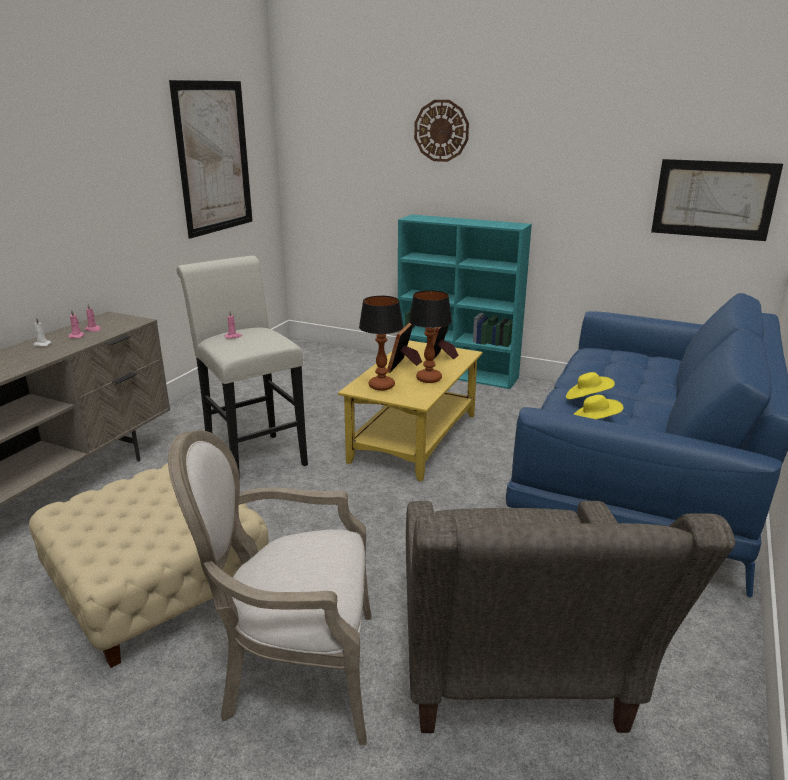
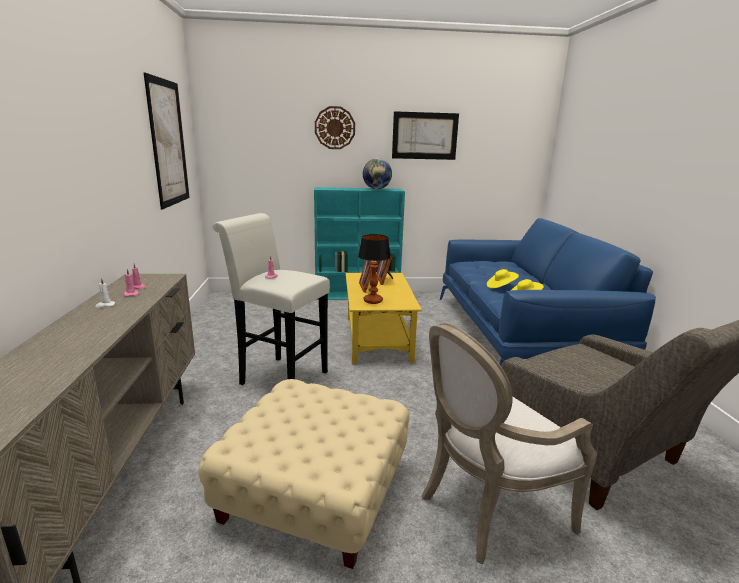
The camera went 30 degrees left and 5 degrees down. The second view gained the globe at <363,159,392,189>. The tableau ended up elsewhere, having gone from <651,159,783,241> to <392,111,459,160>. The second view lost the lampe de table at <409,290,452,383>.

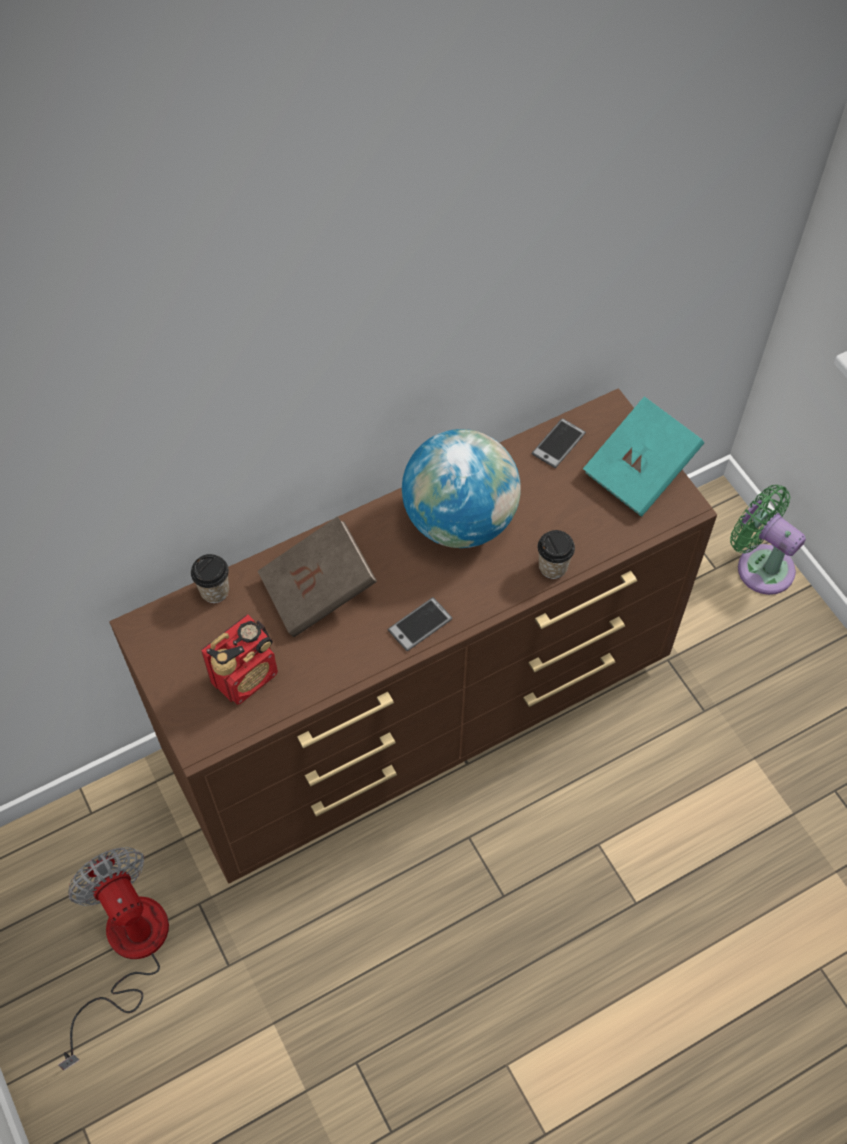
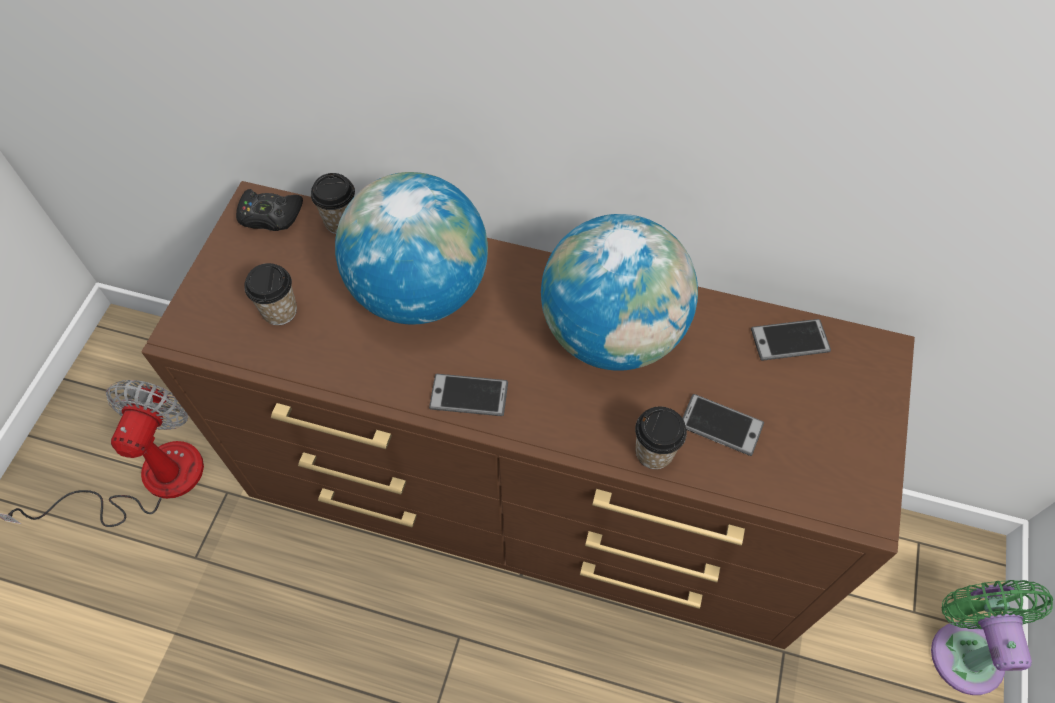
The camera went 45 degrees right and 0 degrees up. The second view gained the manette [noir] at <236,189,303,231>. Where the radio stood at <201,615,278,705>, the tasse came to stand at <245,263,297,325>. Where the livre [marron] stood at <258,516,377,637>, the globe came to stand at <335,172,488,324>. The second view gained the téléphone at <683,394,764,456>. The second view lost the livre [turquoise] at <583,396,704,517>.

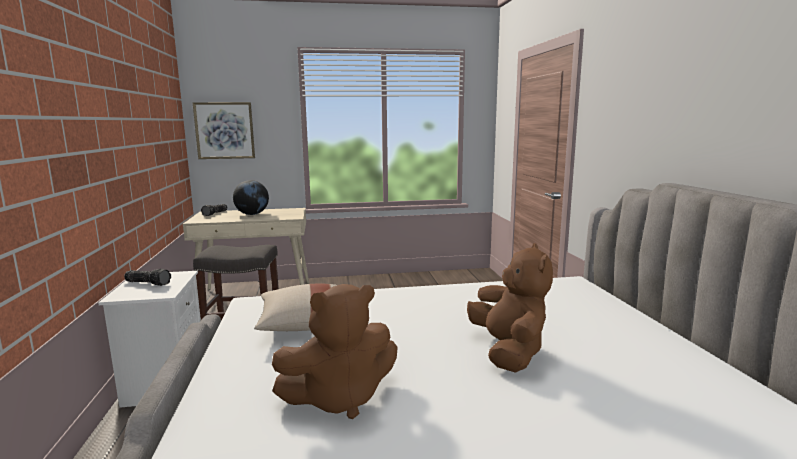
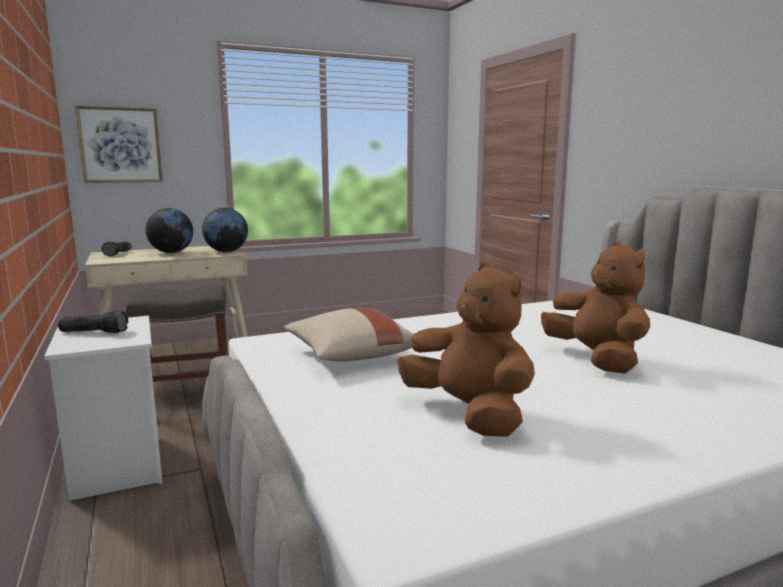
The camera went 15 degrees left and 0 degrees up. The second view gained the globe at <202,208,248,252>. The peluche [marron] at <272,284,398,419> ended up facing another way, 90 degrees counterclockwise from before.

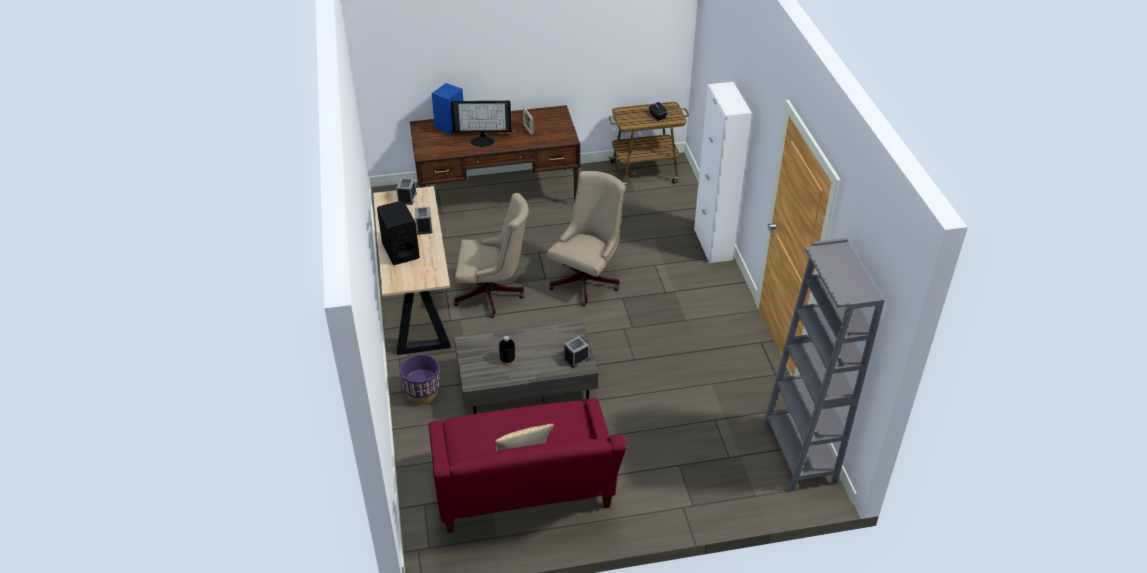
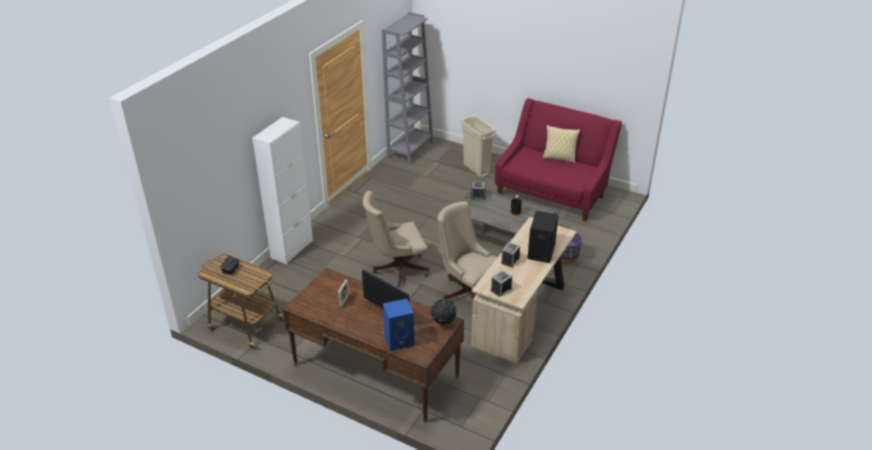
The camera went 140 degrees left and 5 degrees down. The second view gained the globe at <431,299,457,325>. The second view gained the poubelle [beige] at <460,115,496,177>.

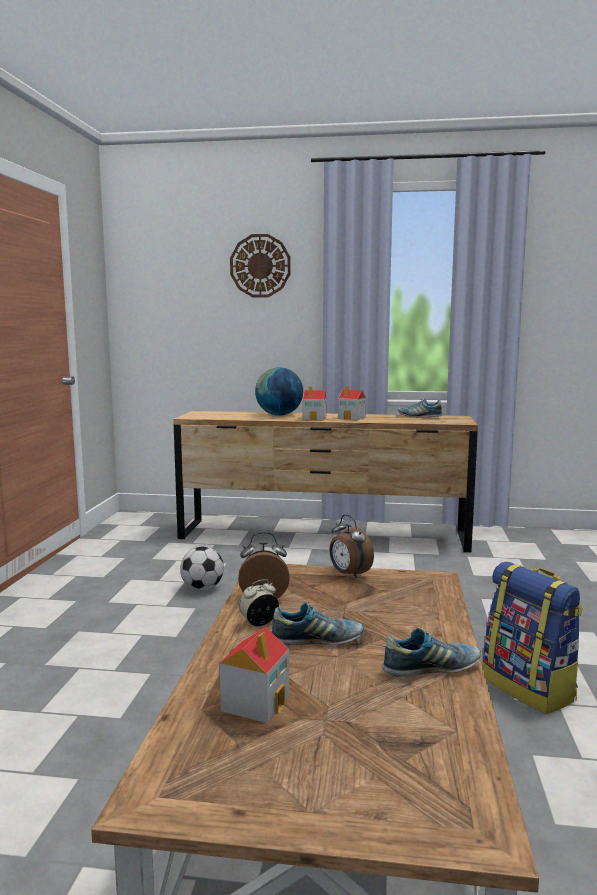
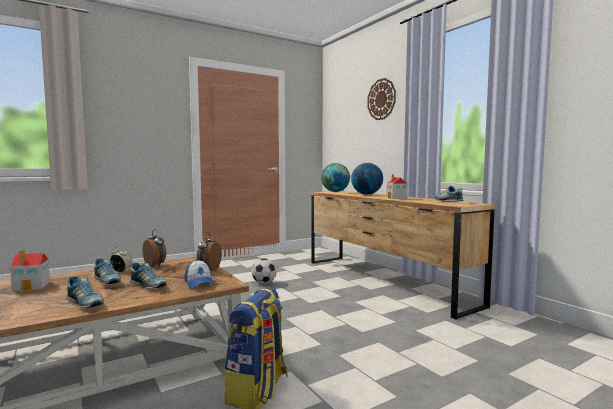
The camera went 50 degrees right and 5 degrees down. The second view gained the chaussure at <130,263,167,289>. The second view gained the casquette at <185,259,215,289>. The second view gained the globe at <321,163,350,192>. The second view lost the maison miniature at <303,386,327,421>.

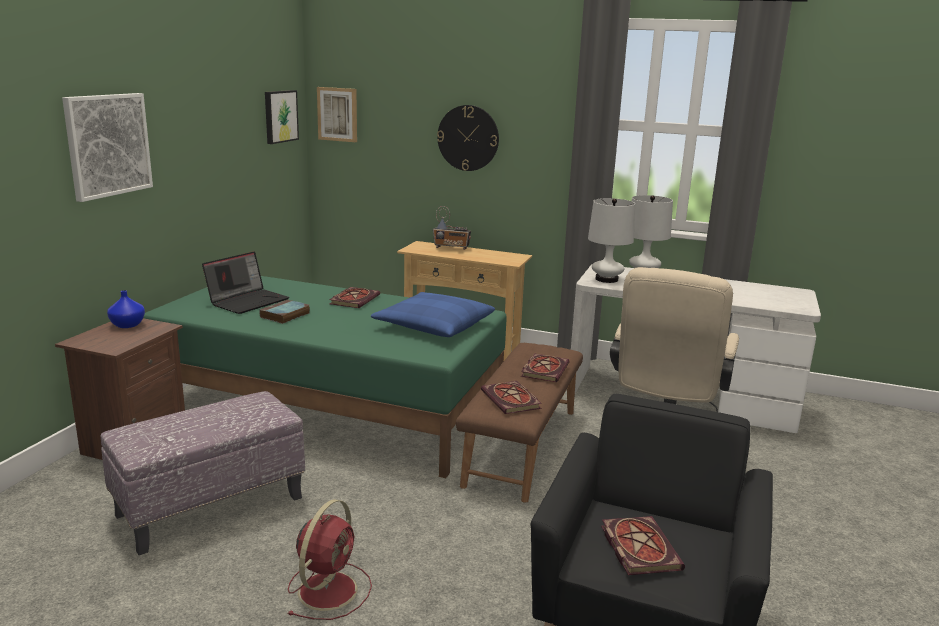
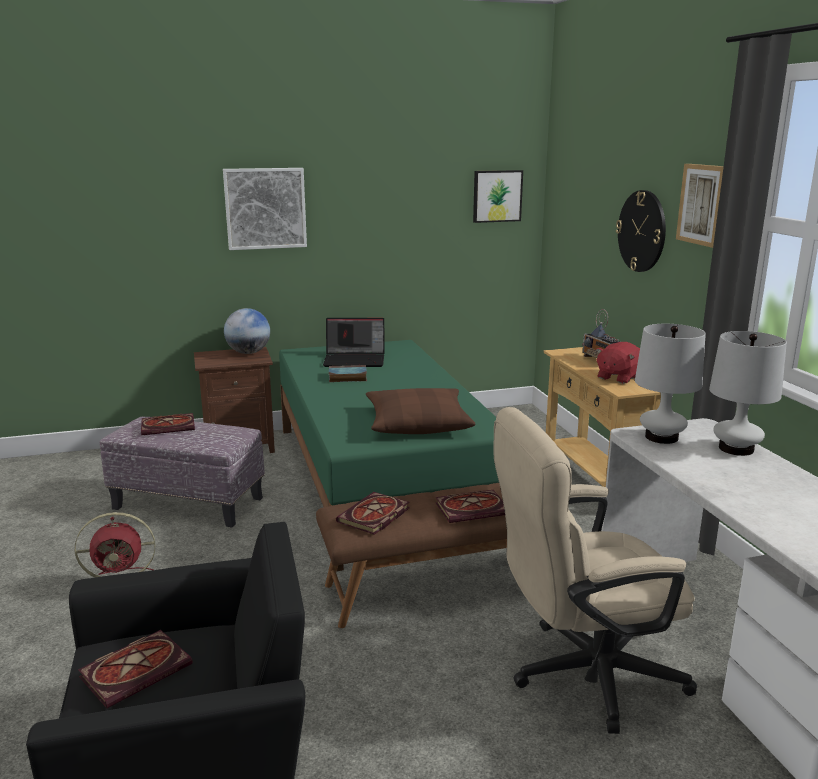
The camera went 55 degrees right and 0 degrees up. The livre ended up elsewhere, having gone from <329,287,380,308> to <141,413,195,435>. Where the vase [bleu] stood at <107,290,145,328>, the globe came to stand at <224,308,270,354>. What was the coussin [bleu] at <371,292,495,337> turned into the coussin [marron] at <366,388,476,434>. The second view gained the peluche [rouge] at <596,342,640,384>. The tableau ended up elsewhere, having gone from <317,87,357,142> to <676,164,724,248>.

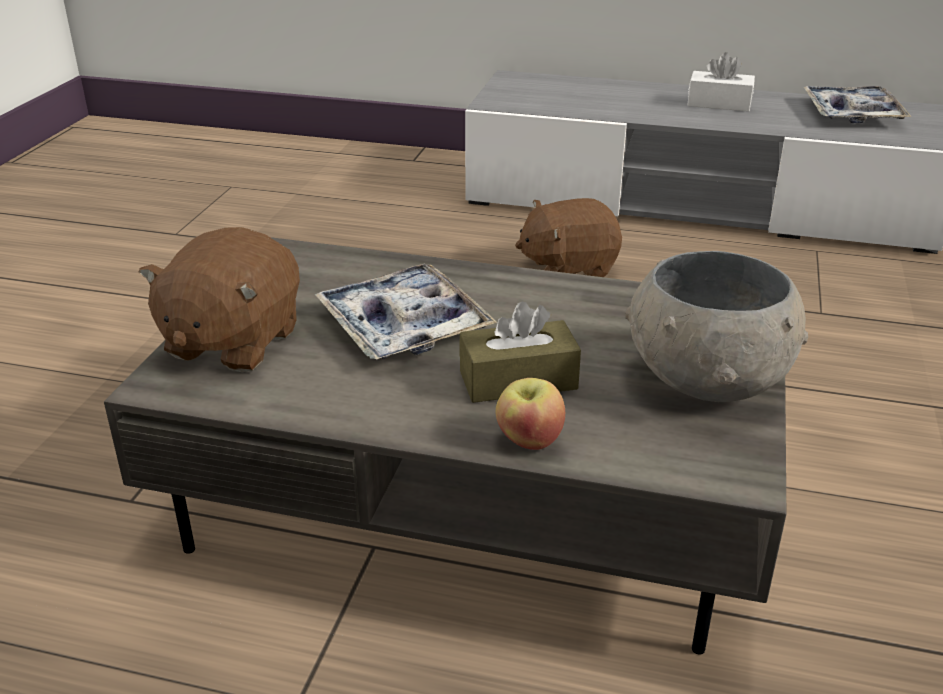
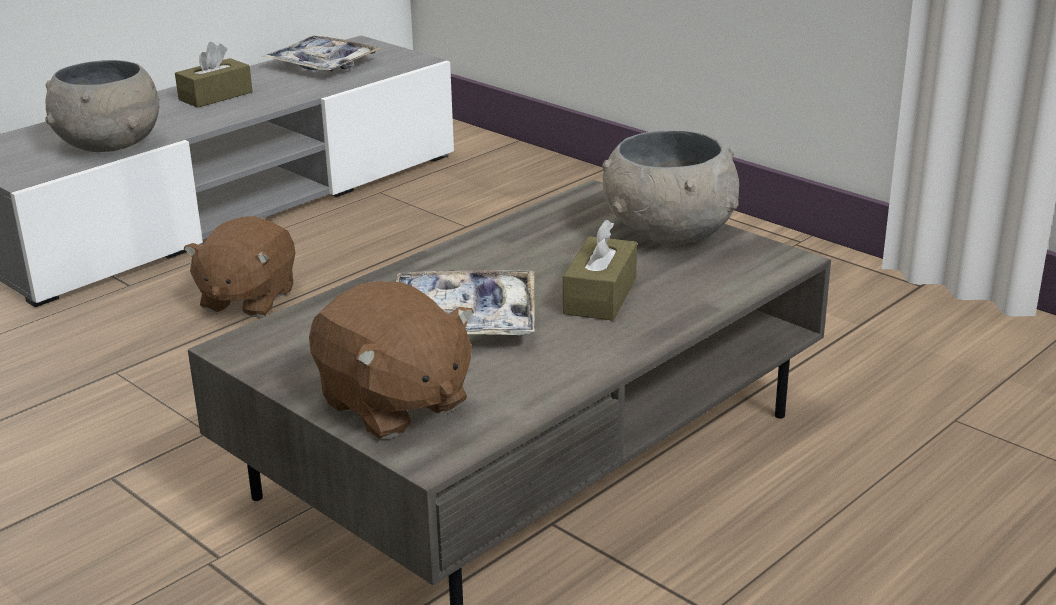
The camera went 60 degrees left and 5 degrees down. The second view gained the bol [gris] at <45,60,159,152>. What was the boîte à mouchoirs [blanc] at <687,52,755,112> turned into the boîte à mouchoirs [marron] at <175,42,253,108>. The second view lost the pomme at <496,378,565,450>.

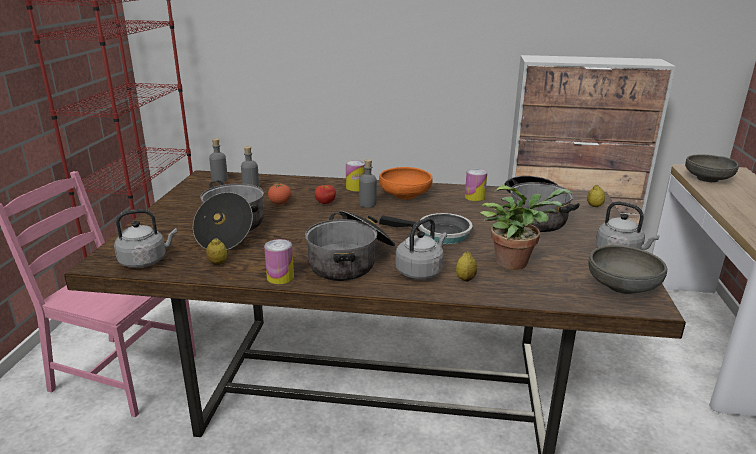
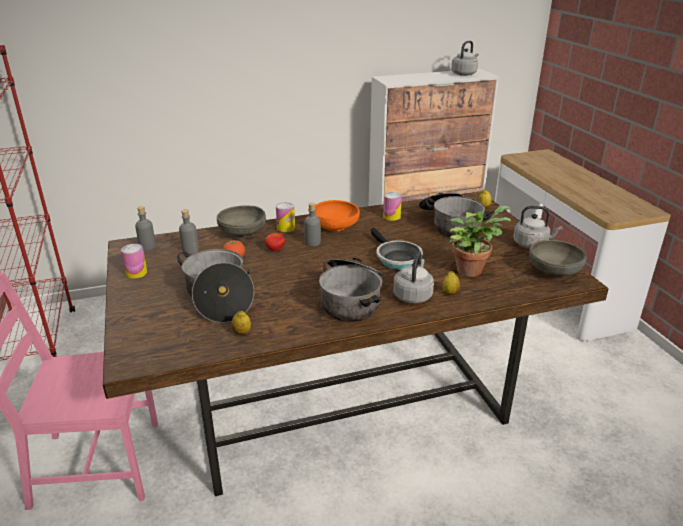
The camera went 25 degrees left and 5 degrees up. The boîte métallique ended up elsewhere, having gone from <264,239,294,284> to <121,244,147,279>. The bol [gris] ended up elsewhere, having gone from <685,154,739,182> to <217,205,266,237>. The poêle at <379,213,473,244> ended up facing another way, 75 degrees clockwise from before. The bouilloire [gris] ended up elsewhere, having gone from <114,209,177,268> to <451,41,479,76>.

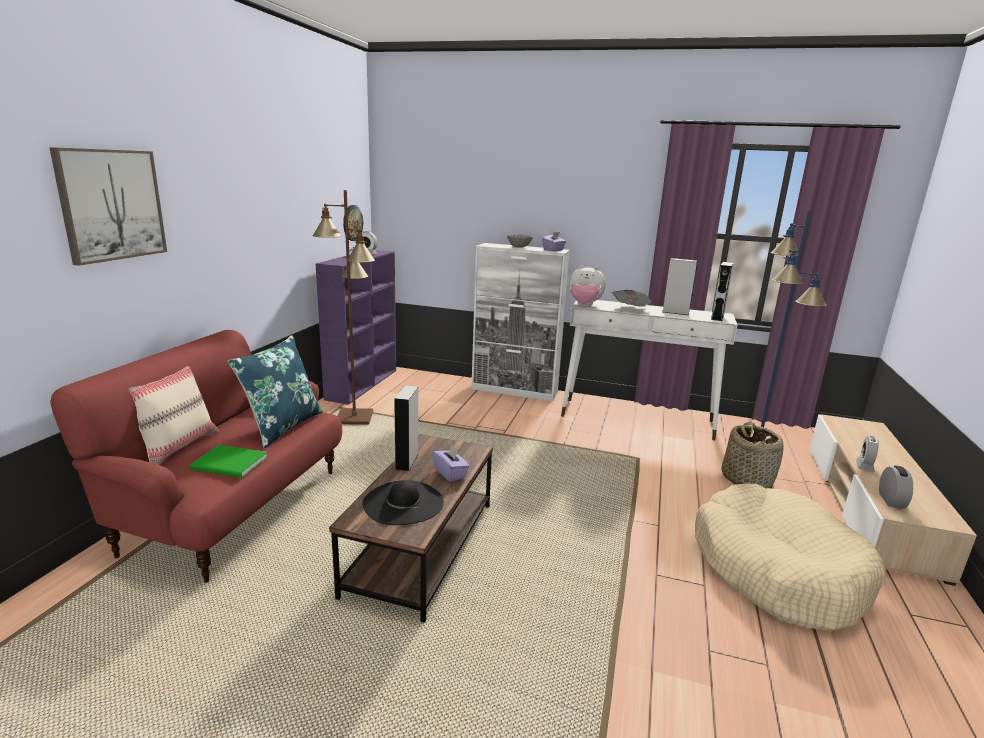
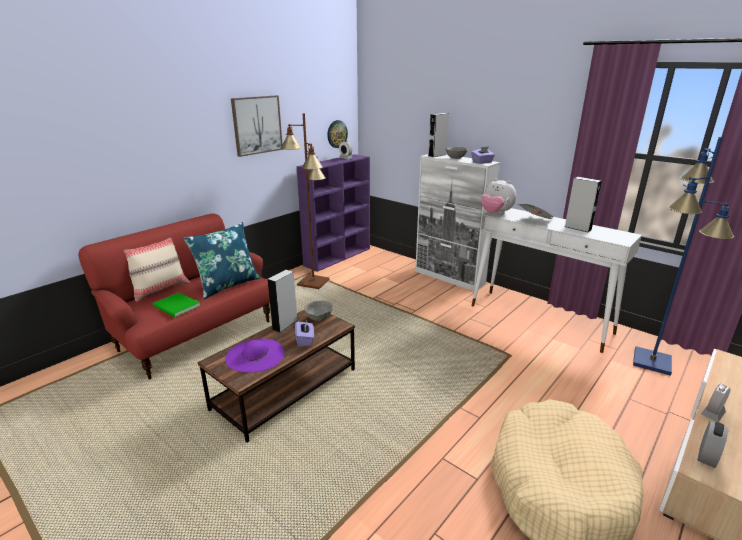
The camera went 25 degrees right and 5 degrees up. What was the chapeau [noir] at <363,480,444,525> turned into the chapeau [violet] at <225,338,285,372>. The tableau ended up elsewhere, having gone from <49,147,167,266> to <231,96,283,157>. The second view gained the bol [gris] at <304,301,333,321>. The enceinte [gris] ended up elsewhere, having gone from <711,262,733,321> to <428,113,449,157>. The second view lost the panier at <721,422,783,489>.

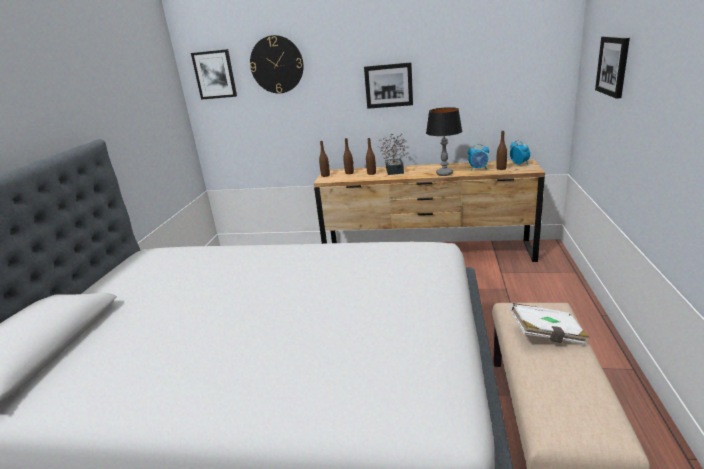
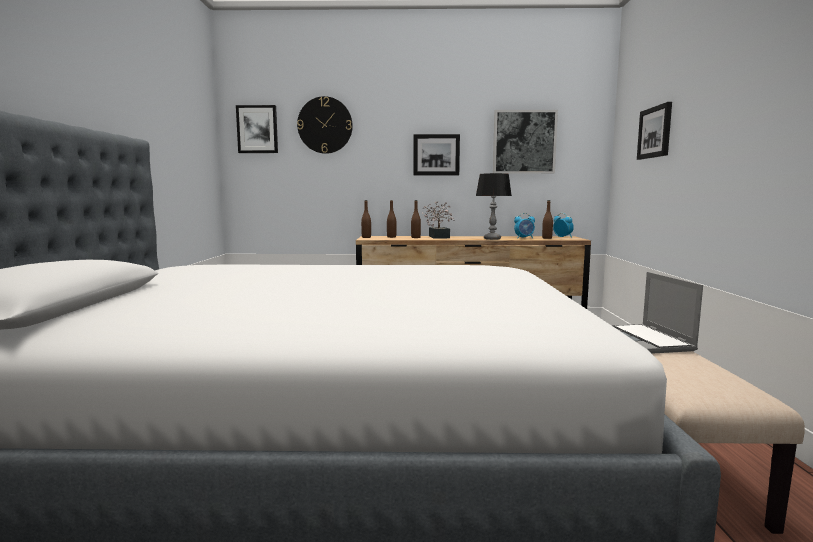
The camera went 10 degrees left and 15 degrees down. The second view gained the tableau at <493,110,558,174>. Where the livre [blanc] stood at <510,303,590,345>, the ordinateur portable came to stand at <613,272,703,354>.

